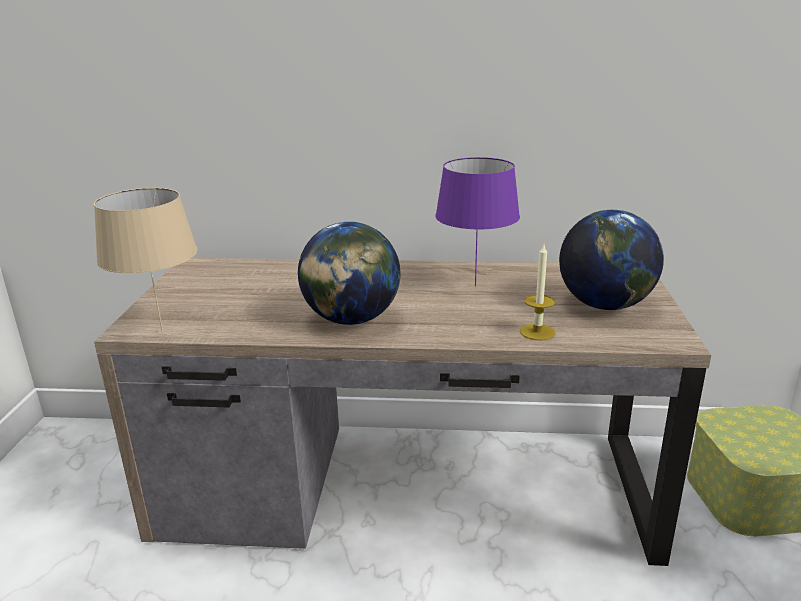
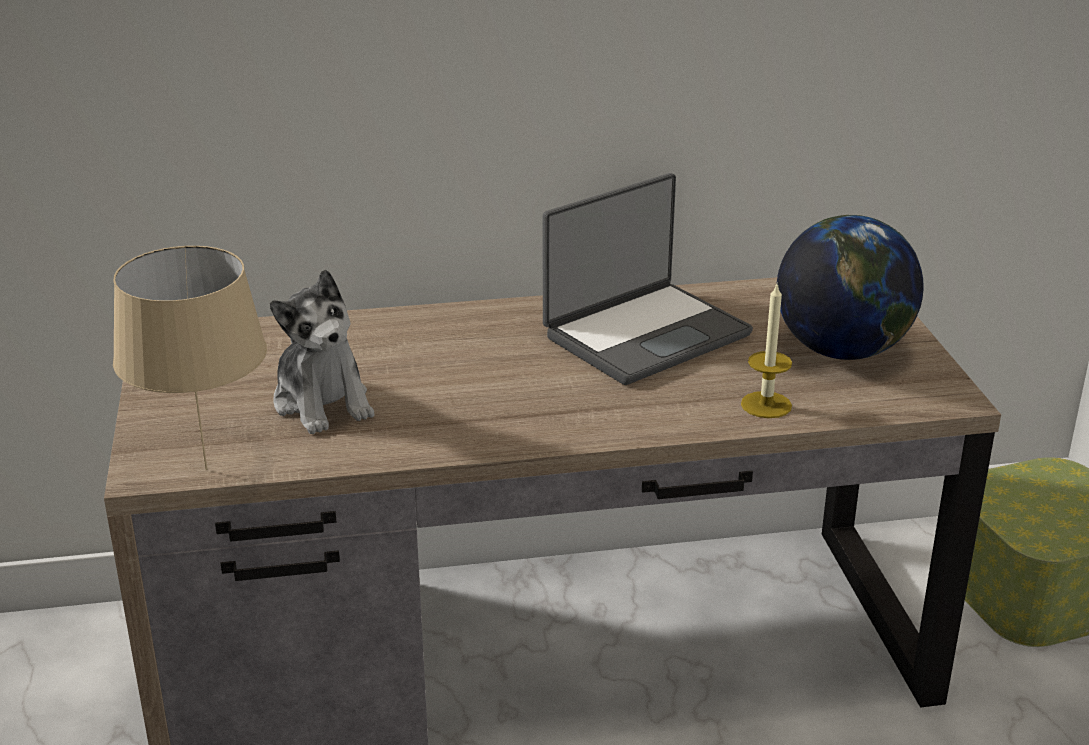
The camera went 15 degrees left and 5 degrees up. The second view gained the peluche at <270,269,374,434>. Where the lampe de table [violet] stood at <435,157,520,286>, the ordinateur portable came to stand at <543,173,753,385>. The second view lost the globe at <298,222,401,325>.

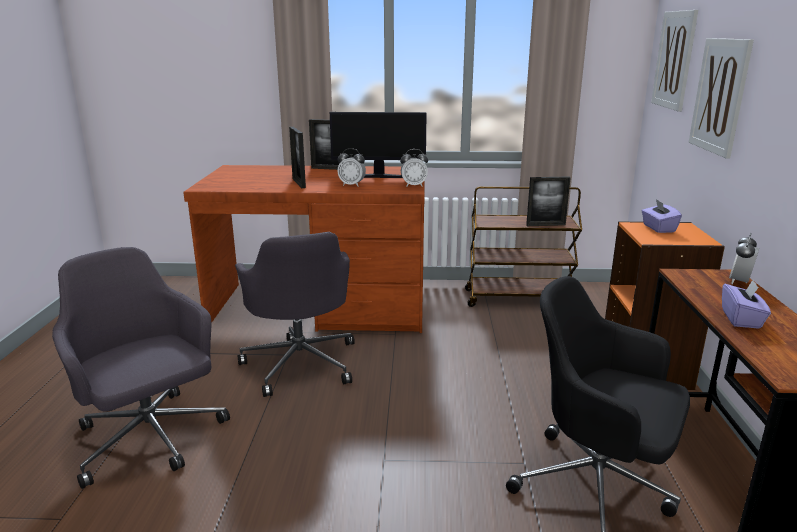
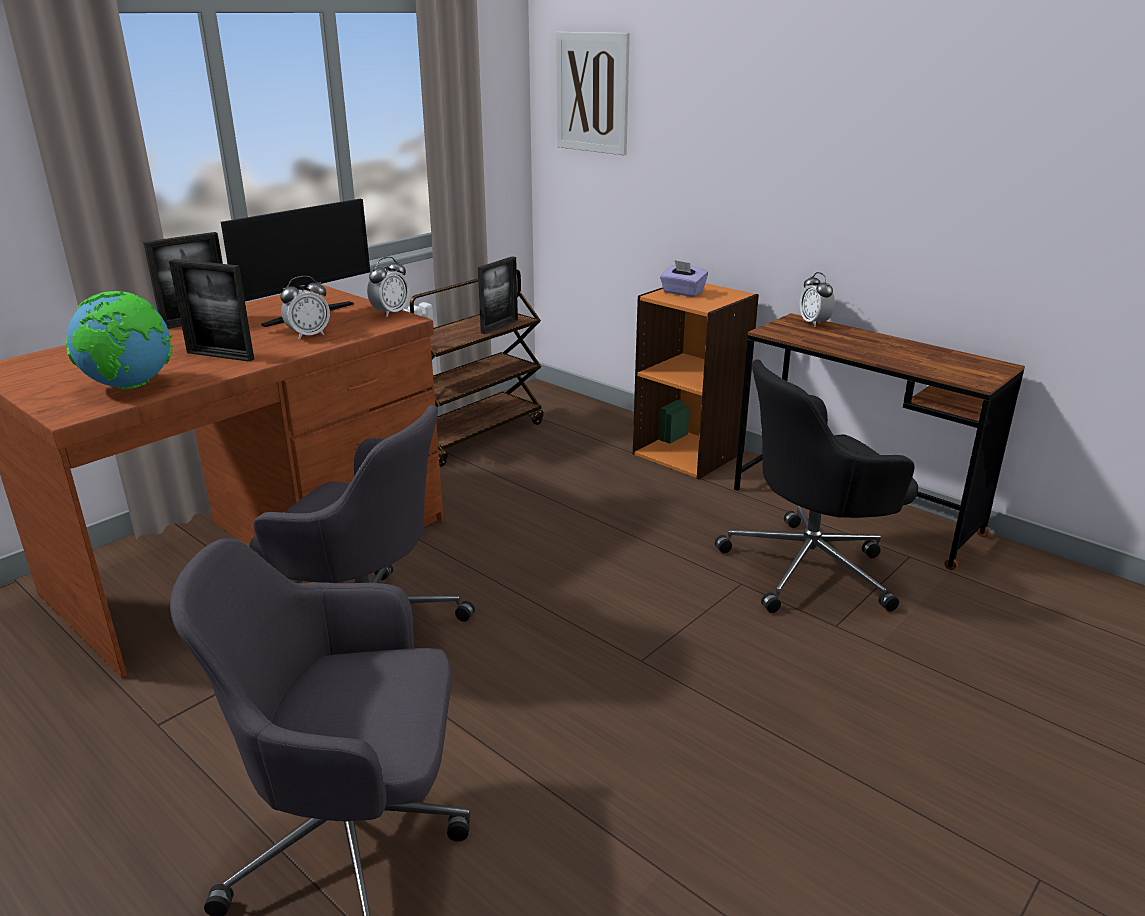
The camera went 50 degrees left and 5 degrees up. The second view gained the globe at <66,291,173,389>. The second view lost the tableau at <689,38,754,159>. The second view lost the boîte à mouchoirs [violet] at <722,280,771,329>.

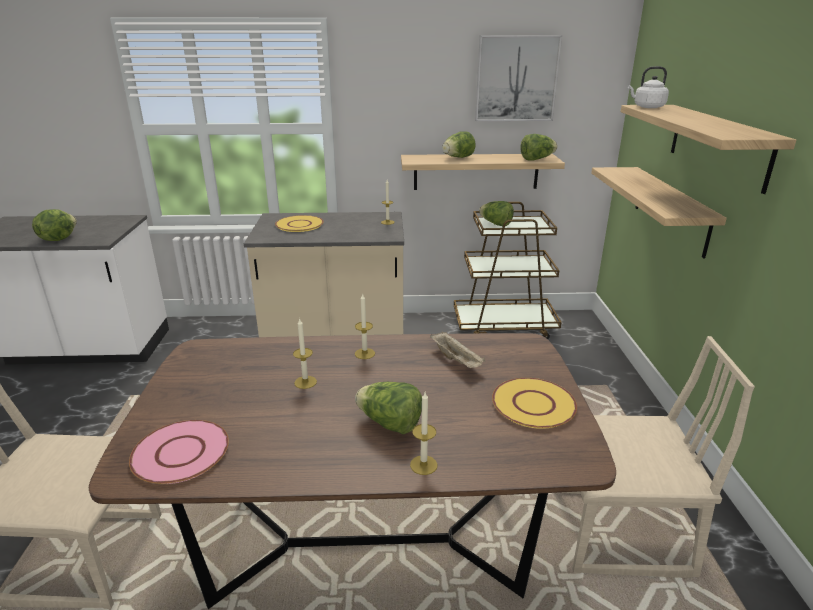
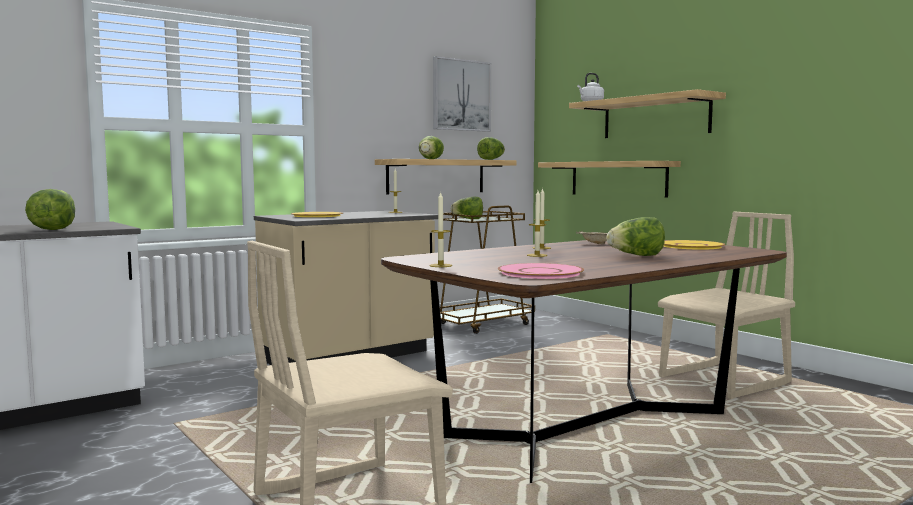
The camera went 35 degrees left and 20 degrees down. The bougie ended up elsewhere, having gone from <410,392,437,475> to <429,192,452,267>.

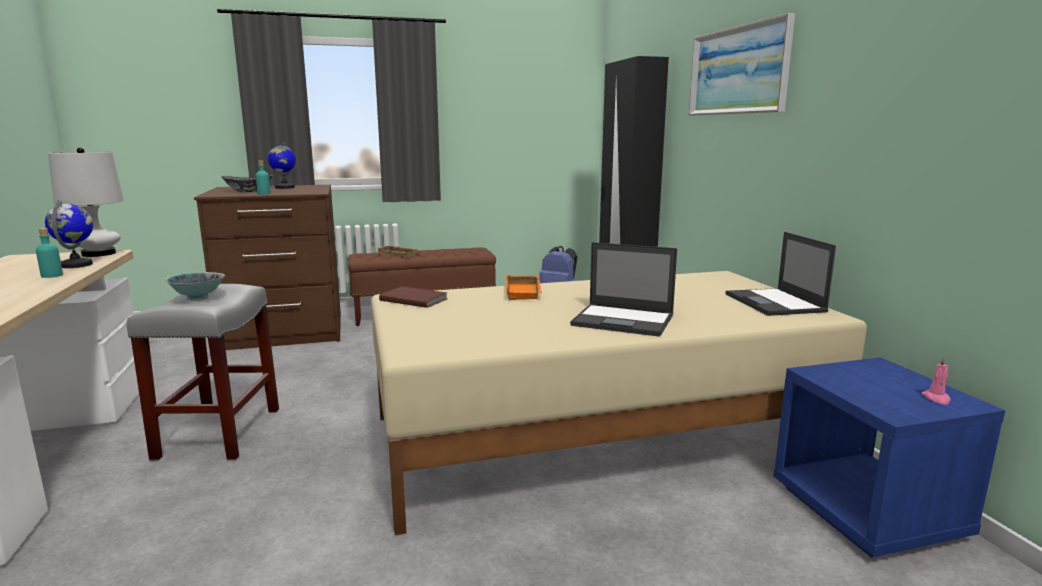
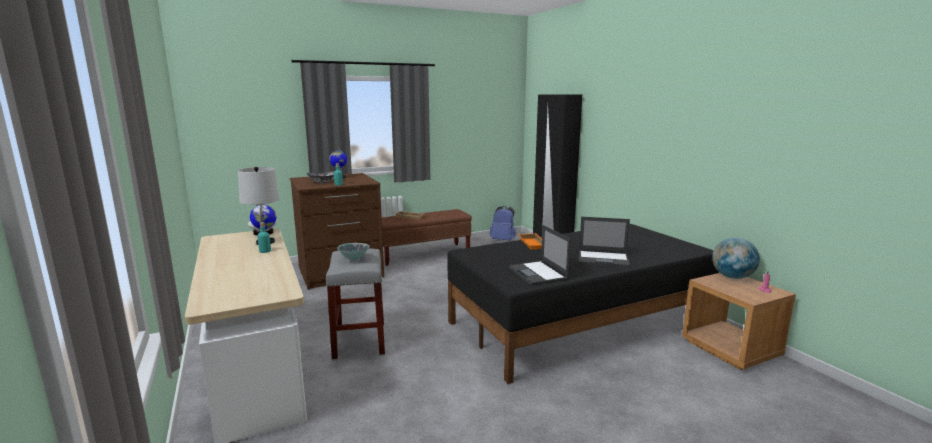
The camera went 10 degrees left and 0 degrees up. What was the lit [beige] at <371,271,867,535> turned into the lit [noir] at <447,224,719,384>. The ordinateur portable ended up elsewhere, having gone from <726,232,836,316> to <508,225,571,285>. What was the table de chevet [bleu] at <773,357,1005,558> turned into the table de chevet [marron] at <682,273,796,370>. The second view gained the globe at <712,237,760,279>. The second view lost the livre [marron] at <379,286,447,308>. The second view lost the tableau at <689,13,795,115>.

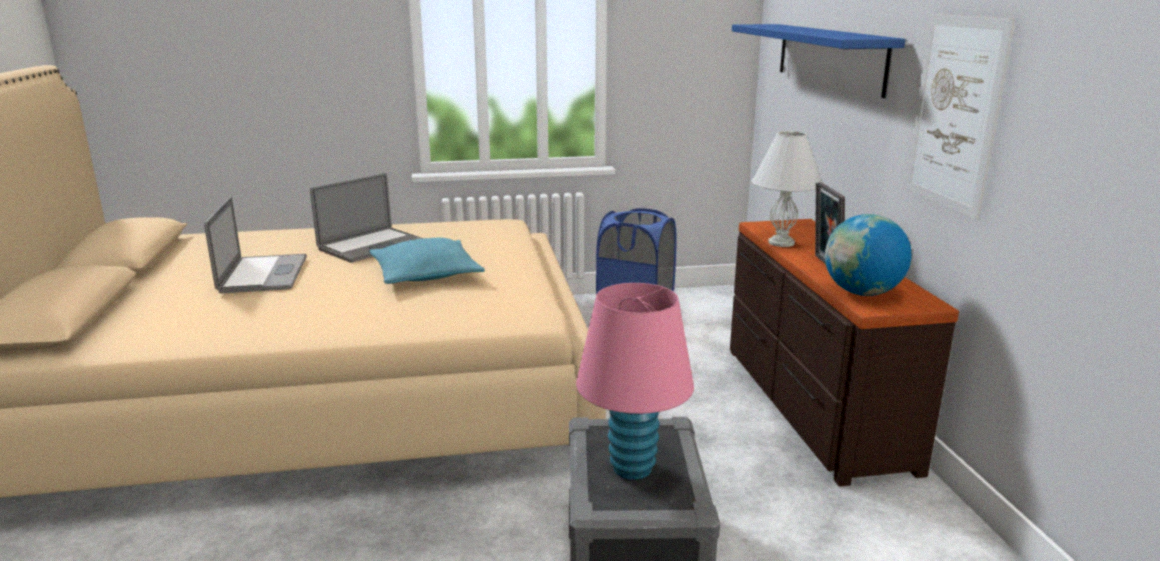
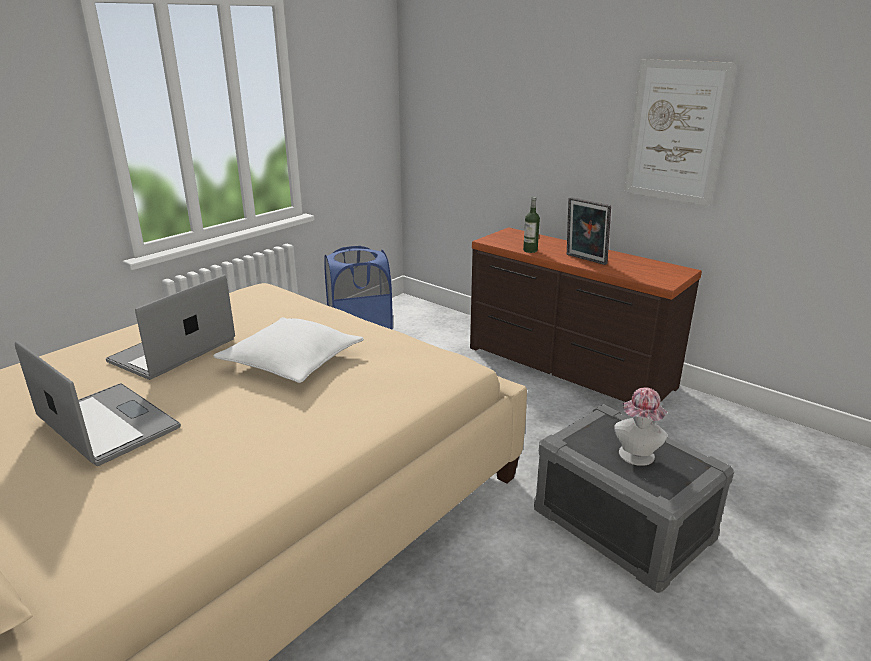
The camera went 40 degrees left and 5 degrees up. The ordinateur portable at <310,173,424,263> ended up facing another way, 150 degrees counterclockwise from before. What was the coussin [turquoise] at <369,238,485,284> turned into the coussin [blanc] at <213,317,364,383>. Where the lampe de table [blanc] stood at <752,131,822,247>, the bouteille came to stand at <523,197,540,253>. Where the lampe de table [rose] stood at <576,283,694,480>, the chapeau came to stand at <614,387,667,466>. The second view lost the étagère [bleu] at <732,24,905,98>. The second view lost the globe at <825,214,912,296>.

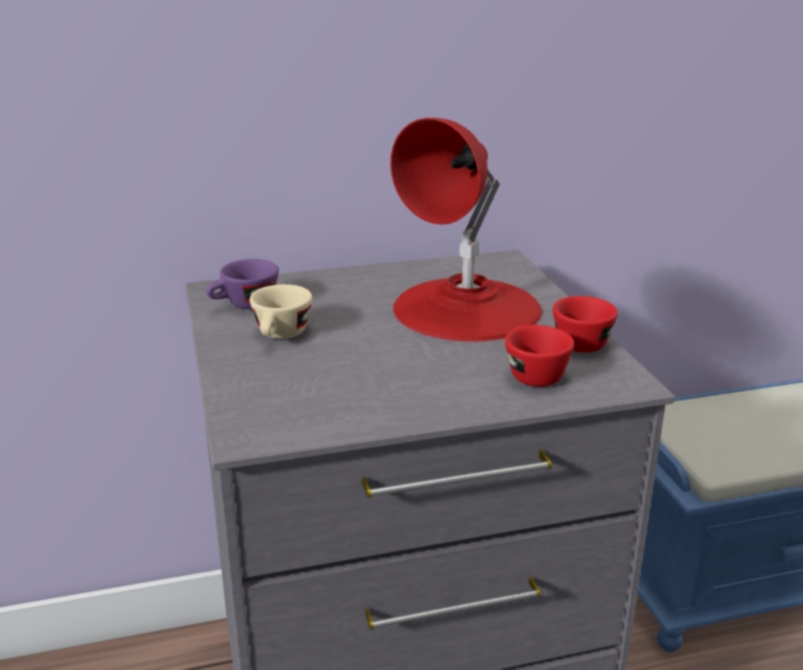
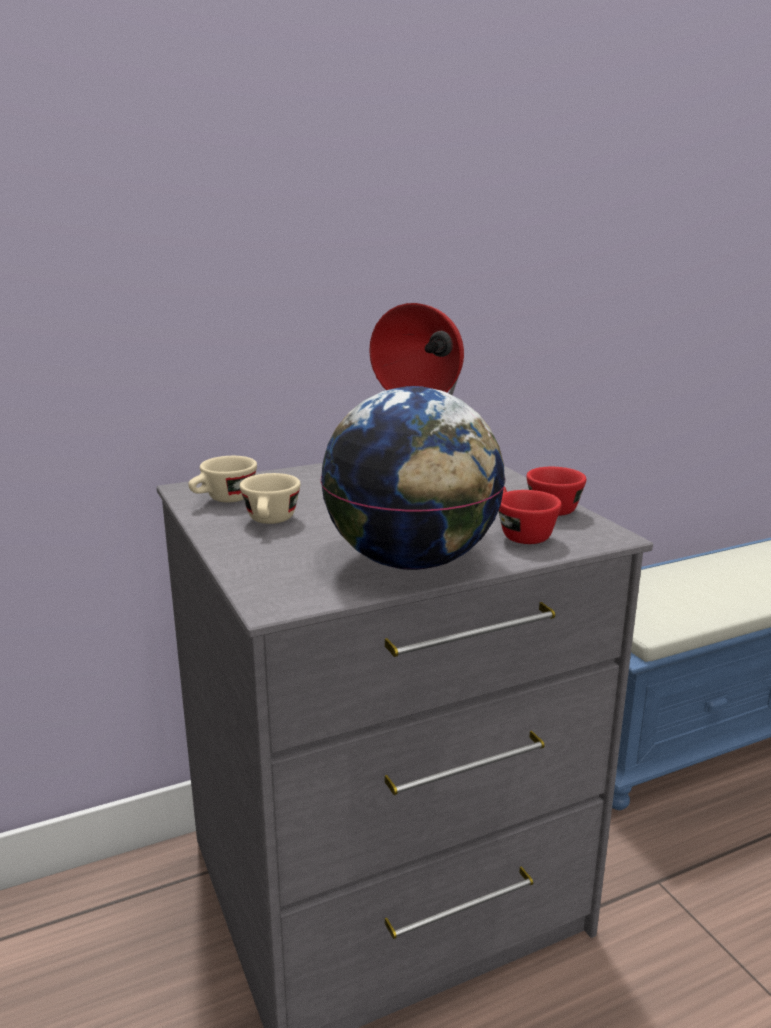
The camera went 10 degrees left and 5 degrees down. What was the tasse [violet] at <206,259,279,309> turned into the tasse [beige] at <188,456,257,503>. The second view gained the globe at <320,386,505,570>.

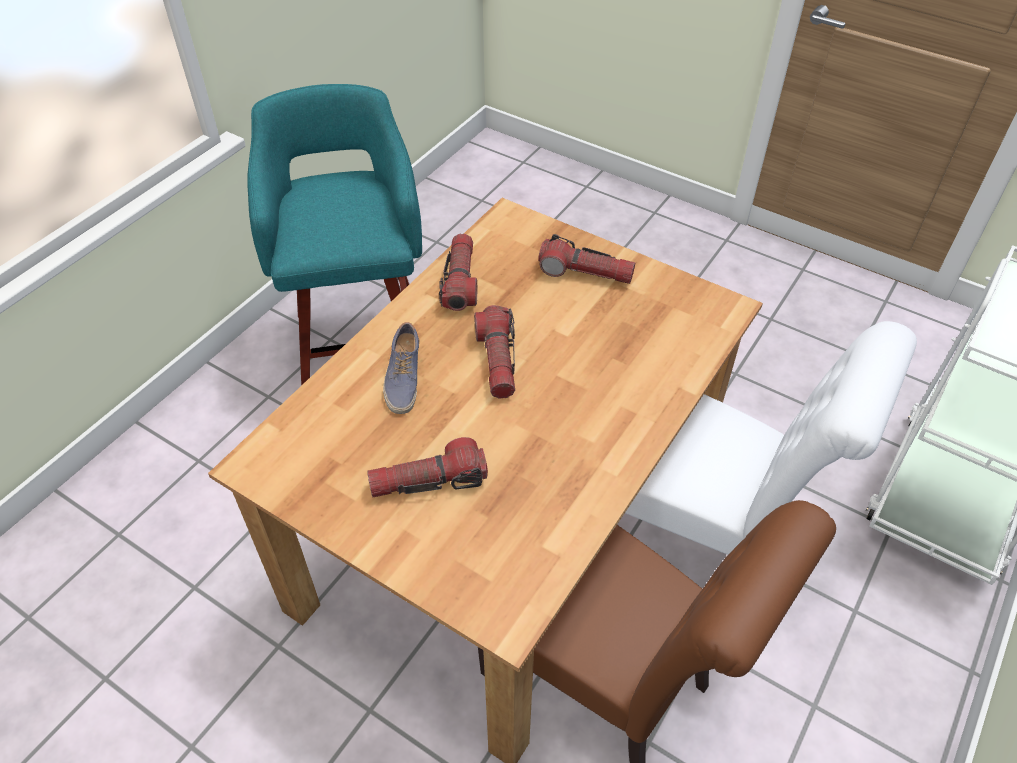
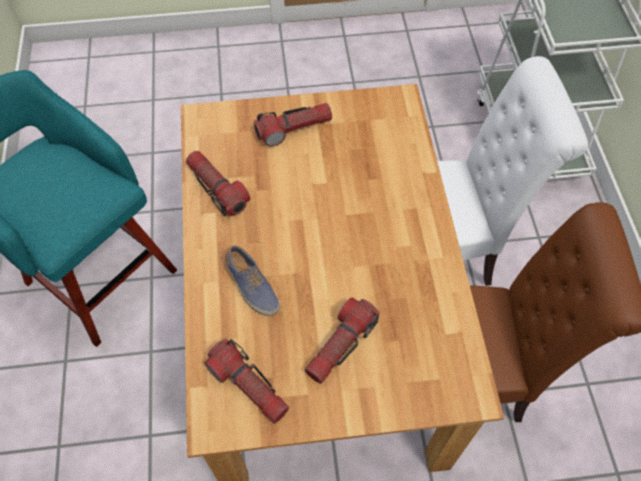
The camera went 40 degrees left and 10 degrees up. The lampe de poche ended up elsewhere, having gone from <474,305,515,399> to <204,338,289,424>.

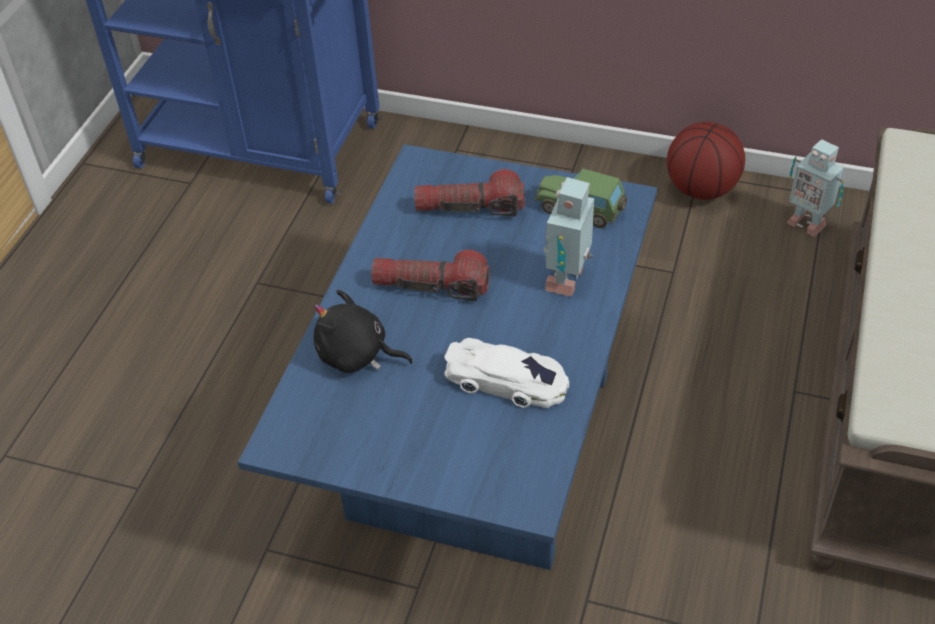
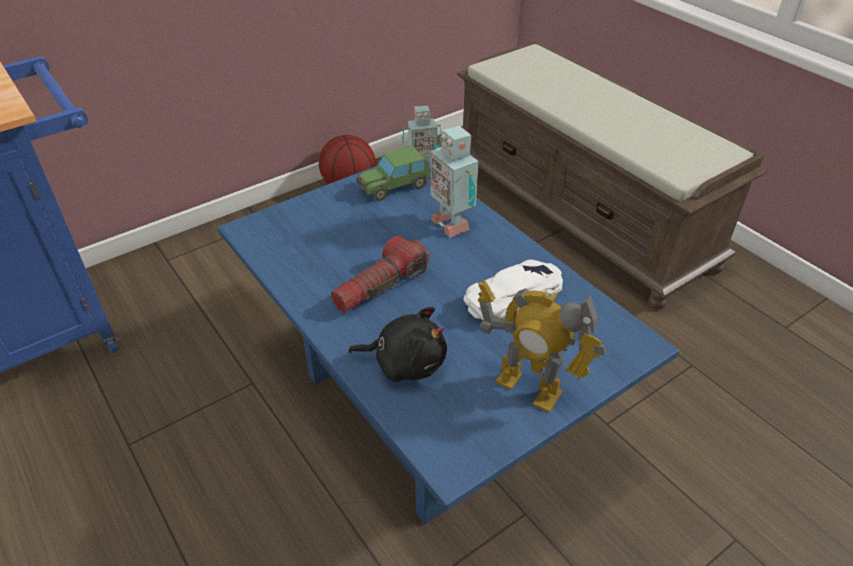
The camera went 55 degrees left and 5 degrees down. The peluche [noir] at <314,290,413,373> ended up facing another way, 135 degrees counterclockwise from before. The second view gained the robot jouet at <477,280,606,413>. The second view lost the lampe de poche at <414,169,525,217>.

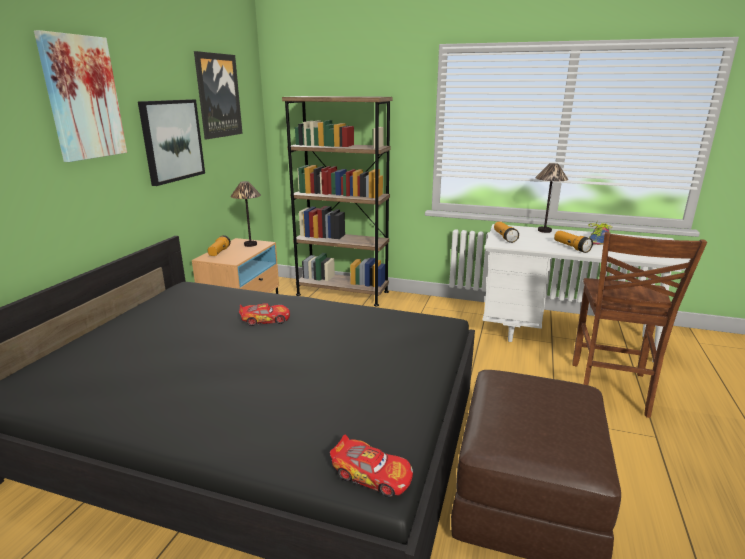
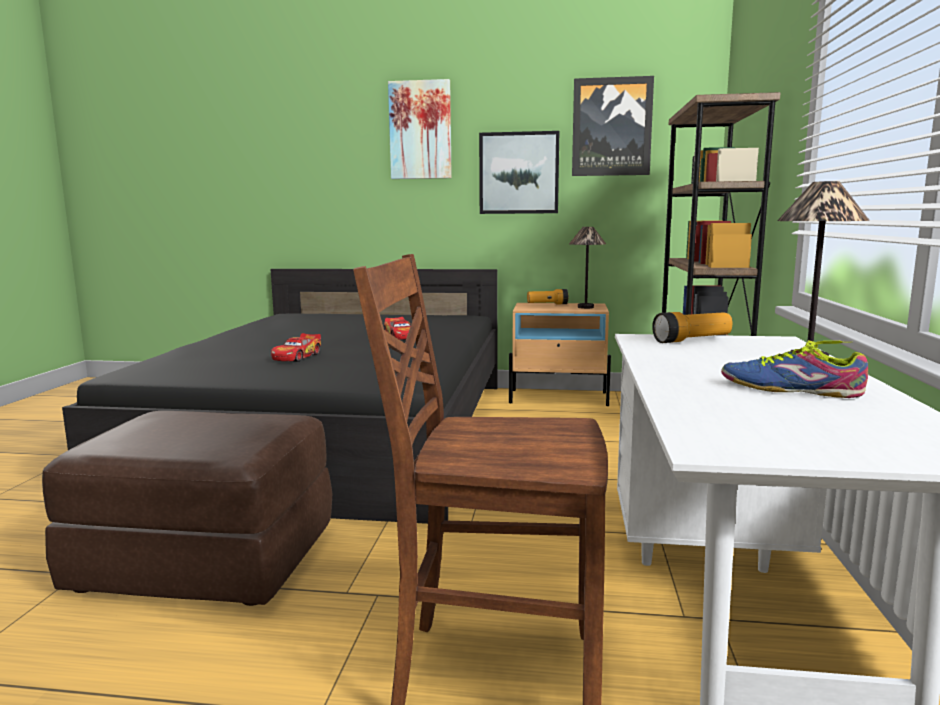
The camera went 80 degrees right and 10 degrees down. The petite voiture ended up elsewhere, having gone from <330,435,413,497> to <271,333,321,362>. The second view lost the lampe de poche at <554,231,593,253>.

